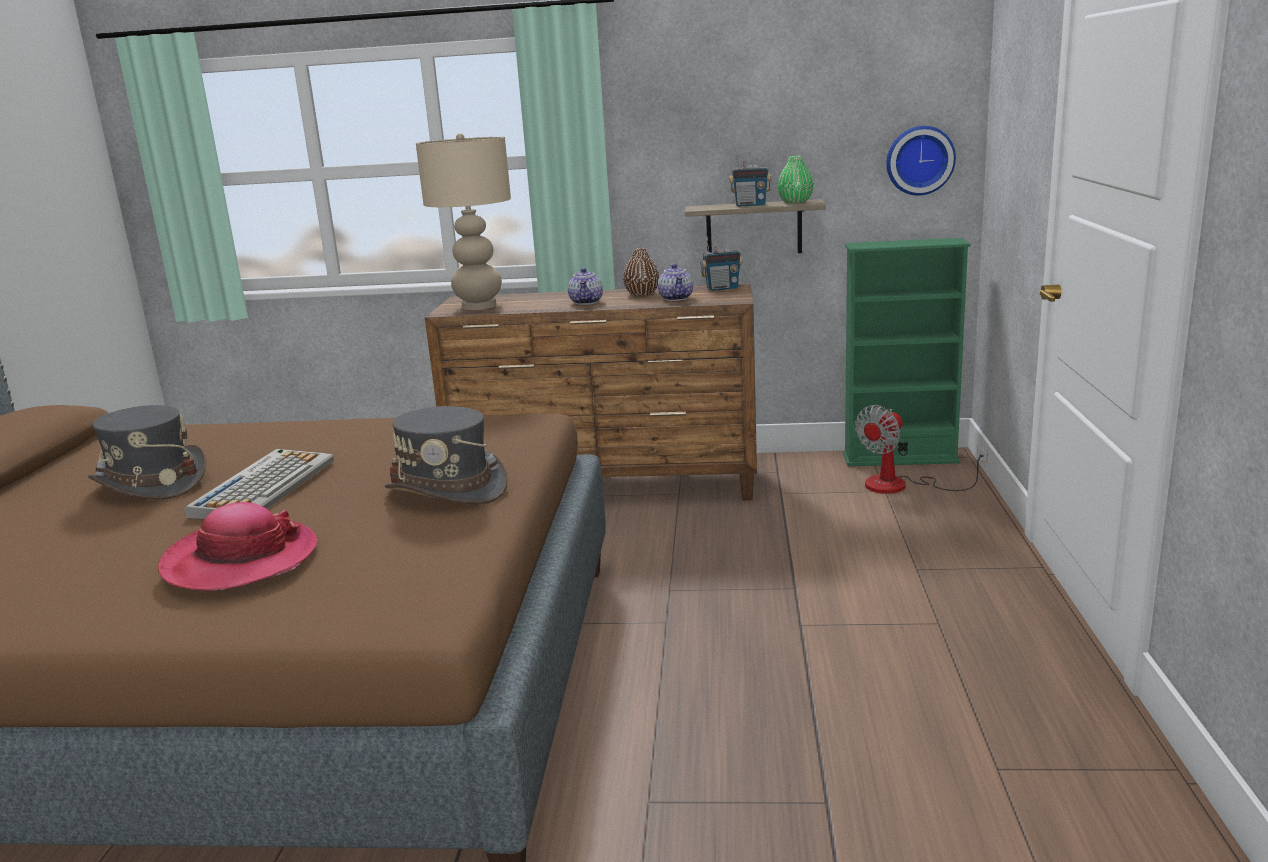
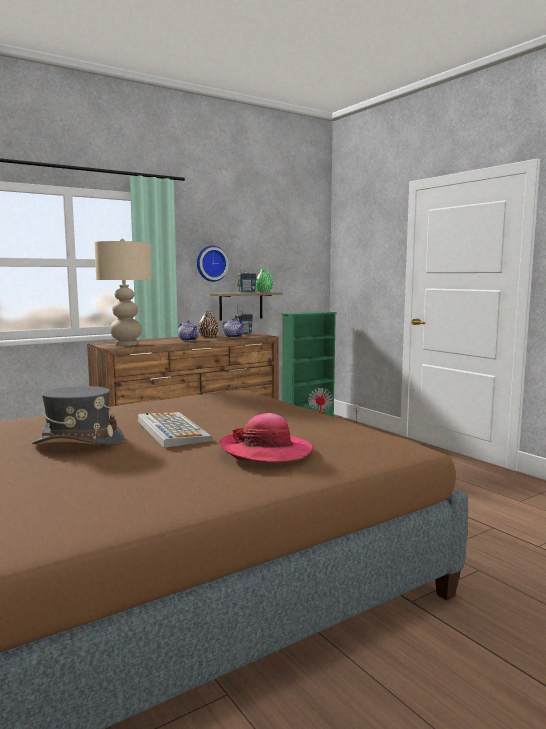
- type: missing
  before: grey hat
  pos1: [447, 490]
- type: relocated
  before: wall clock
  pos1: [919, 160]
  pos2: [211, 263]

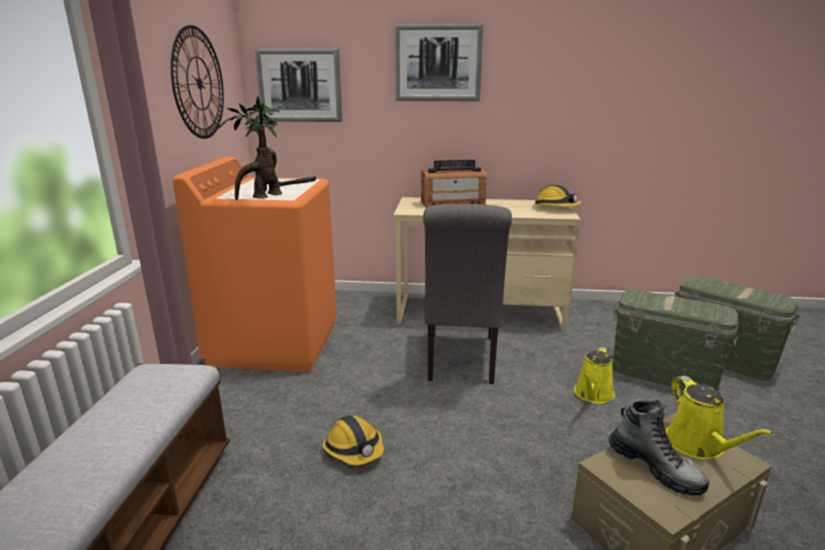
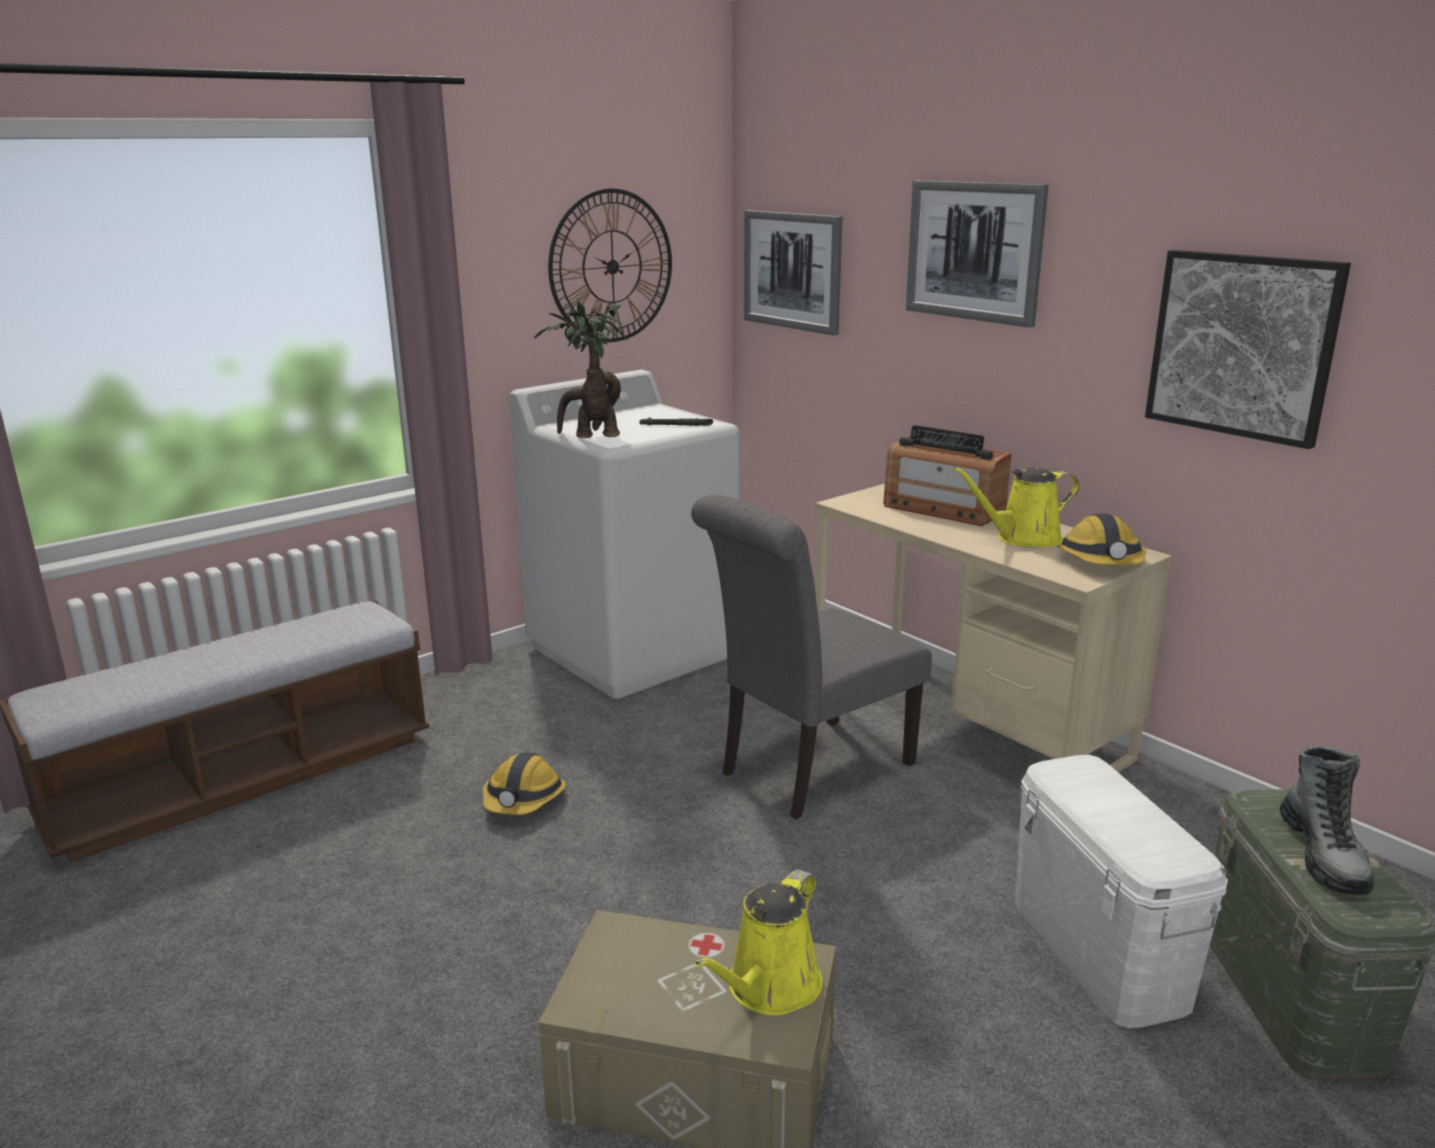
- type: appeared
  after: picture
  pos2: [1242, 345]
- type: relocated
  before: yellow watering can
  pos1: [593, 394]
  pos2: [1023, 539]
- type: relocated
  before: boot
  pos1: [654, 468]
  pos2: [1323, 855]
- type: colour
  before: orange washing machine
  after: white washing machine
  pos1: [275, 342]
  pos2: [634, 650]
- type: colour
  before: green storage box
  after: white storage box
  pos1: [663, 374]
  pos2: [1097, 950]

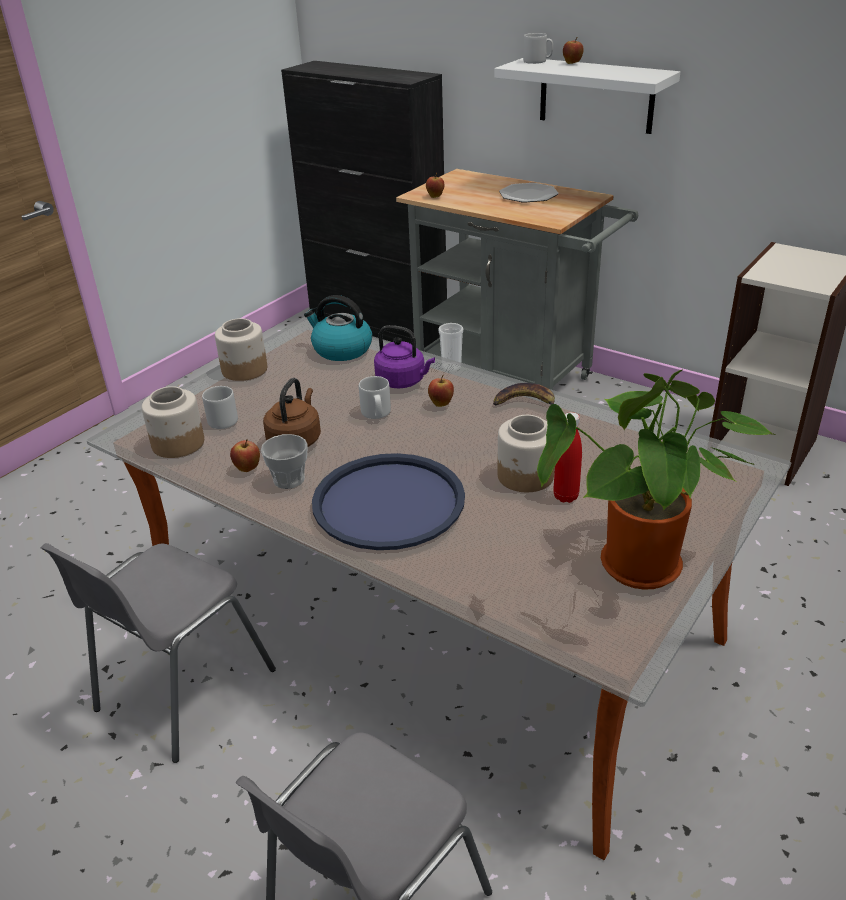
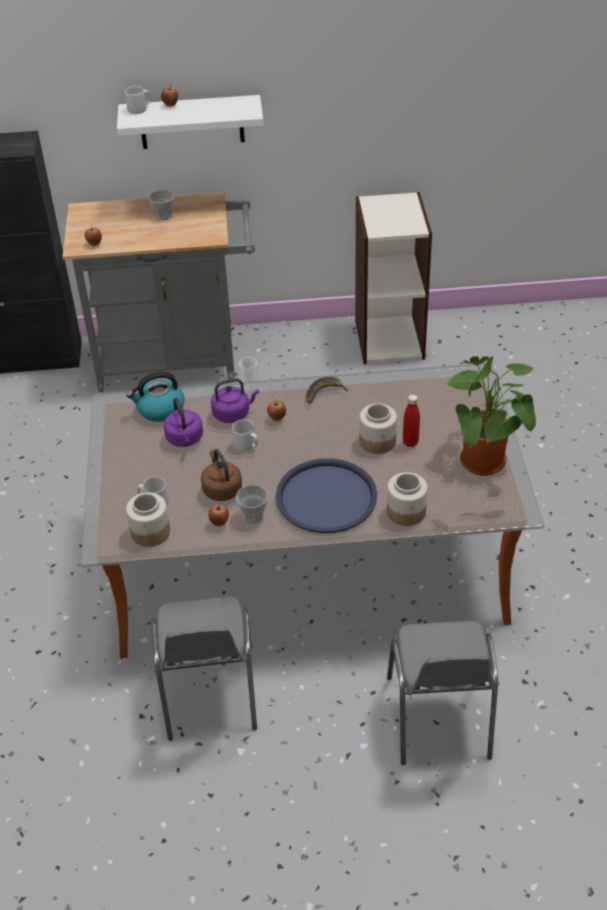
- type: appeared
  after: purple kettle
  pos2: [185, 439]
- type: relocated
  before: jar
  pos1: [244, 370]
  pos2: [406, 512]
- type: exchanged
  before: plate
  after: cup
  pos1: [528, 195]
  pos2: [164, 215]

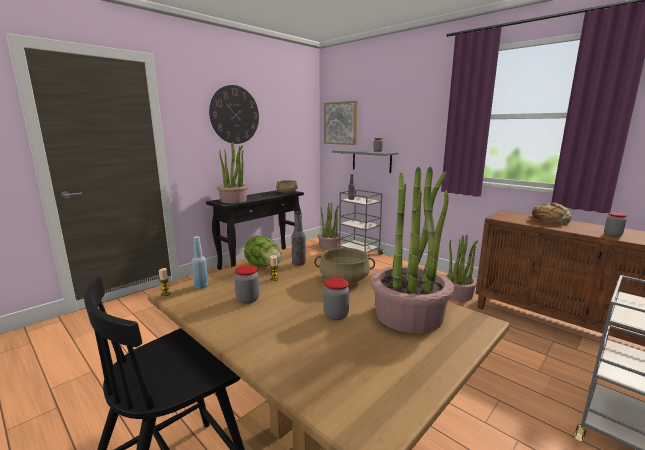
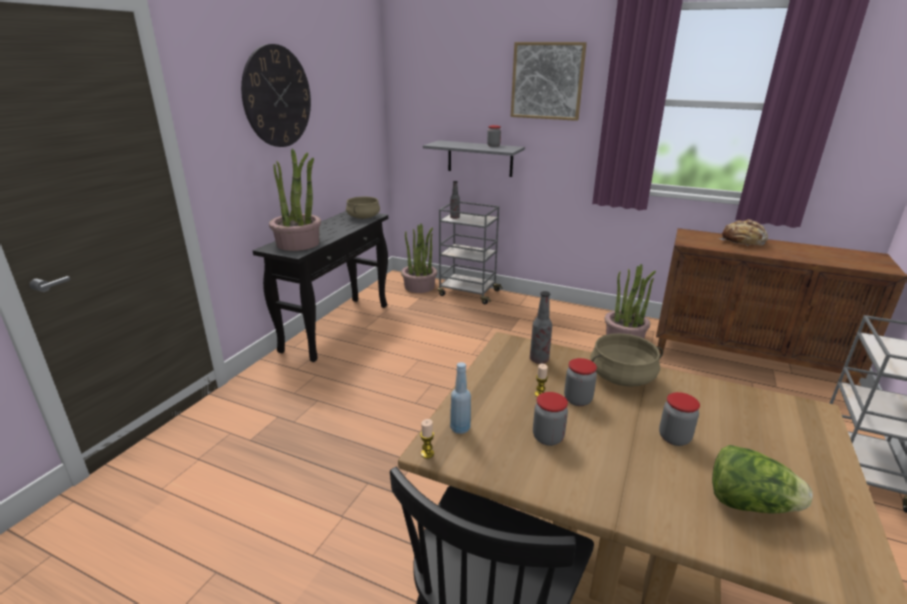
- type: missing
  before: potted plant
  pos1: [409, 314]
- type: relocated
  before: lettuce
  pos1: [264, 265]
  pos2: [748, 503]
- type: relocated
  before: picture
  pos1: [340, 123]
  pos2: [547, 81]
- type: relocated
  before: jar
  pos1: [612, 235]
  pos2: [578, 399]

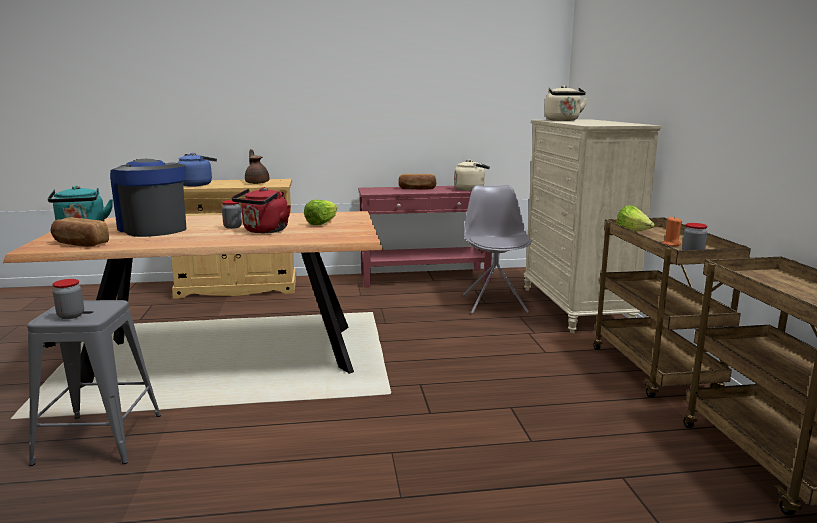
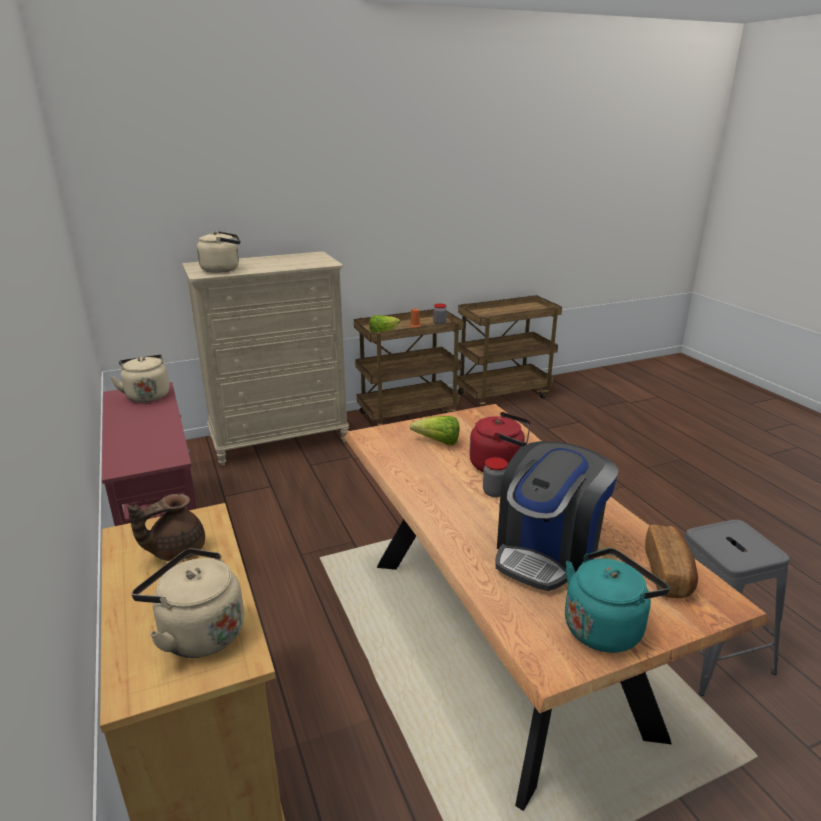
- type: missing
  before: jar
  pos1: [71, 316]
- type: missing
  before: bread
  pos1: [417, 189]
- type: missing
  before: grey chair
  pos1: [494, 303]
- type: colour
  before: blue kettle
  after: beige kettle
  pos1: [197, 184]
  pos2: [198, 633]

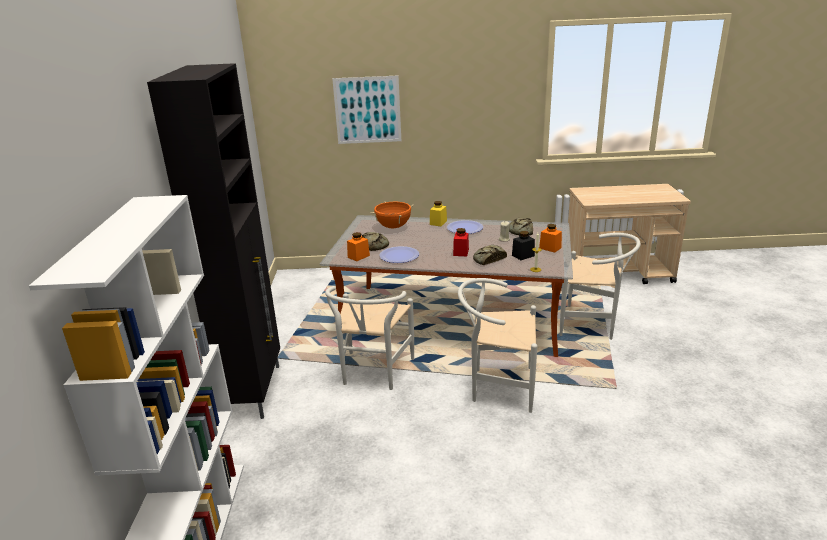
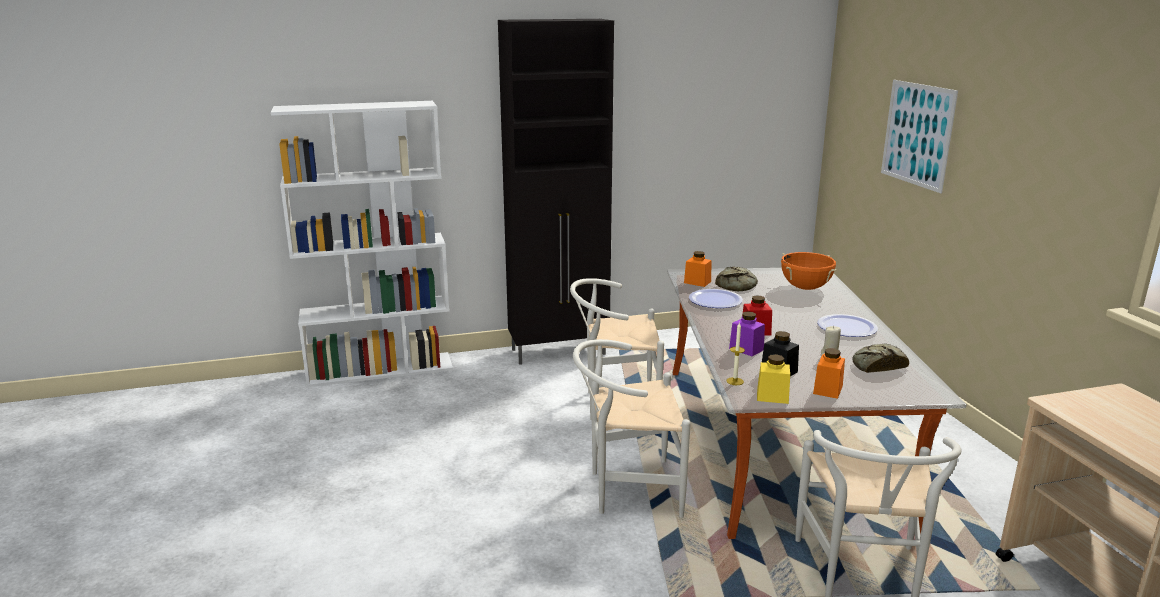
- type: relocated
  before: yellow jar
  pos1: [438, 223]
  pos2: [772, 396]
- type: exchanged
  before: bread
  after: purple jar
  pos1: [488, 259]
  pos2: [746, 349]
- type: spun
  before: white chair
  pos1: [497, 386]
  pos2: [627, 490]
  turn: -90

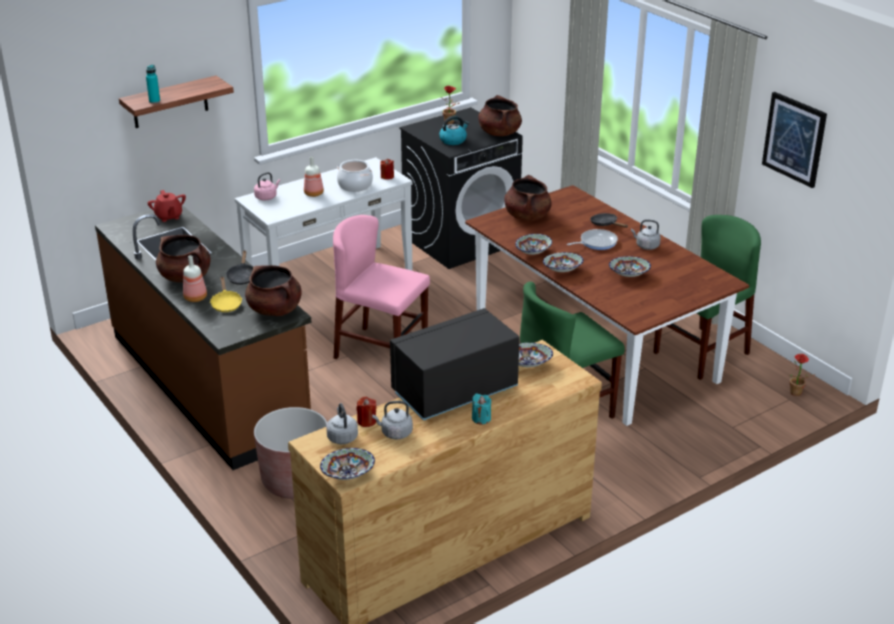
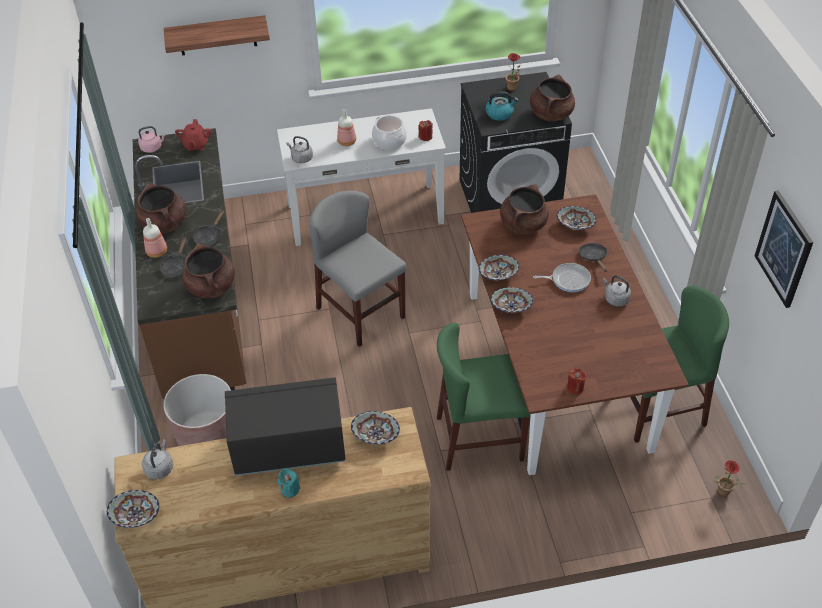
- type: missing
  before: turquoise bottle
  pos1: [154, 101]
- type: relocated
  before: pink kettle
  pos1: [267, 197]
  pos2: [152, 147]
- type: relocated
  before: red candle
  pos1: [366, 421]
  pos2: [575, 387]
- type: relocated
  before: grey kettle
  pos1: [395, 433]
  pos2: [301, 158]
- type: relocated
  before: bowl
  pos1: [628, 275]
  pos2: [575, 225]
- type: colour
  before: yellow frying pan
  after: black frying pan
  pos1: [226, 304]
  pos2: [176, 267]
- type: colour
  before: pink chair
  after: grey chair
  pos1: [381, 351]
  pos2: [361, 313]

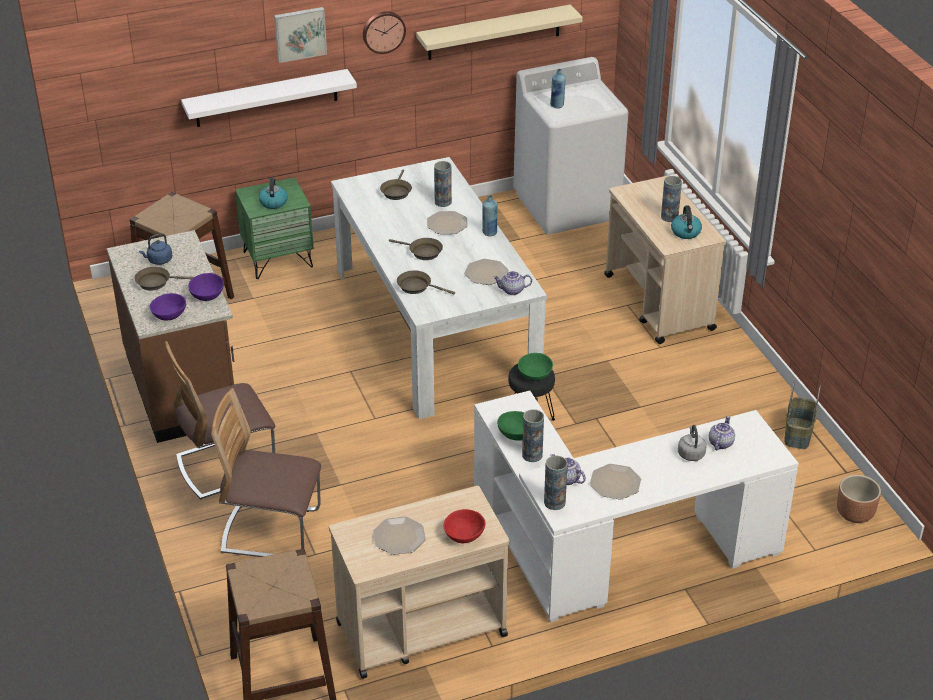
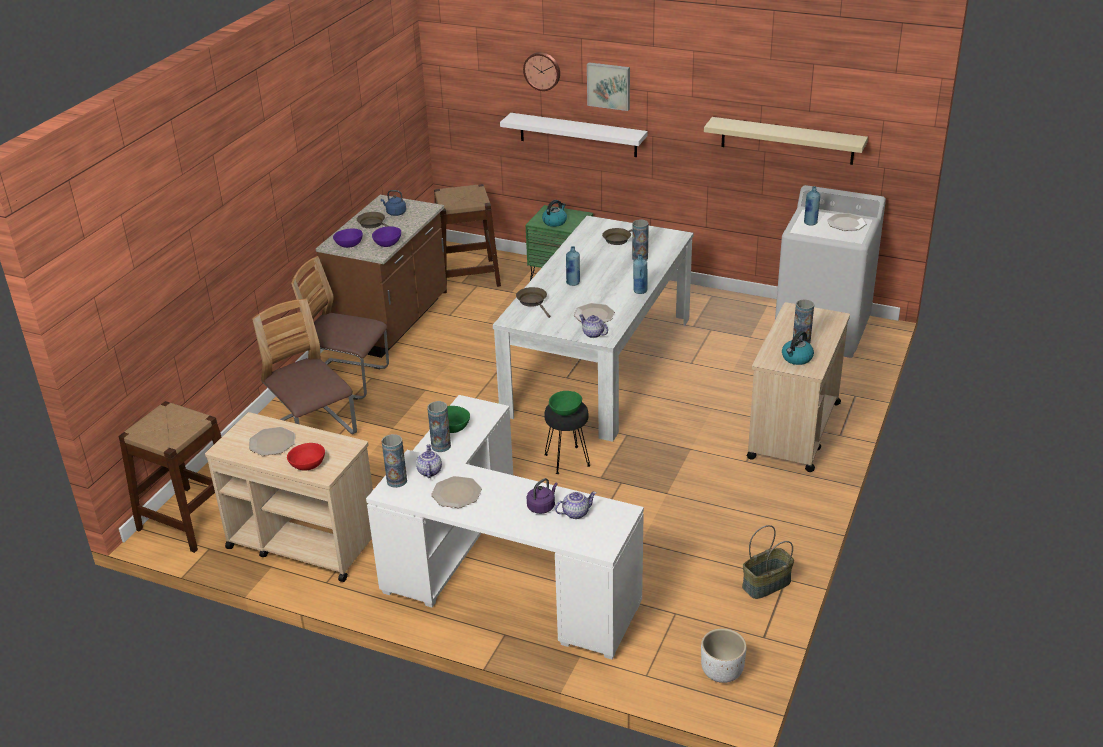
- type: relocated
  before: wall clock
  pos1: [383, 31]
  pos2: [542, 71]
- type: relocated
  before: plate
  pos1: [447, 224]
  pos2: [846, 223]
- type: exchanged
  before: brown frying pan
  after: blue bottle
  pos1: [423, 252]
  pos2: [573, 283]
- type: colour
  before: grey kettle
  after: purple kettle
  pos1: [691, 453]
  pos2: [542, 506]
- type: colour
  before: brown planter
  after: white planter
  pos1: [854, 514]
  pos2: [721, 672]

